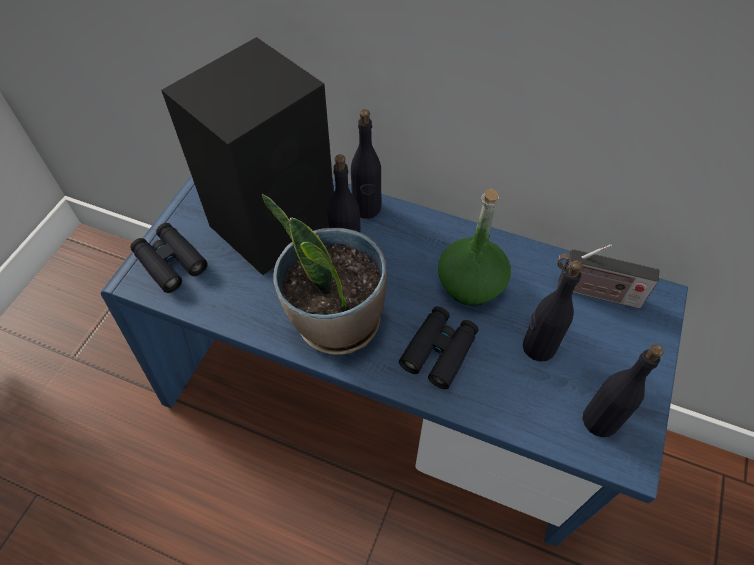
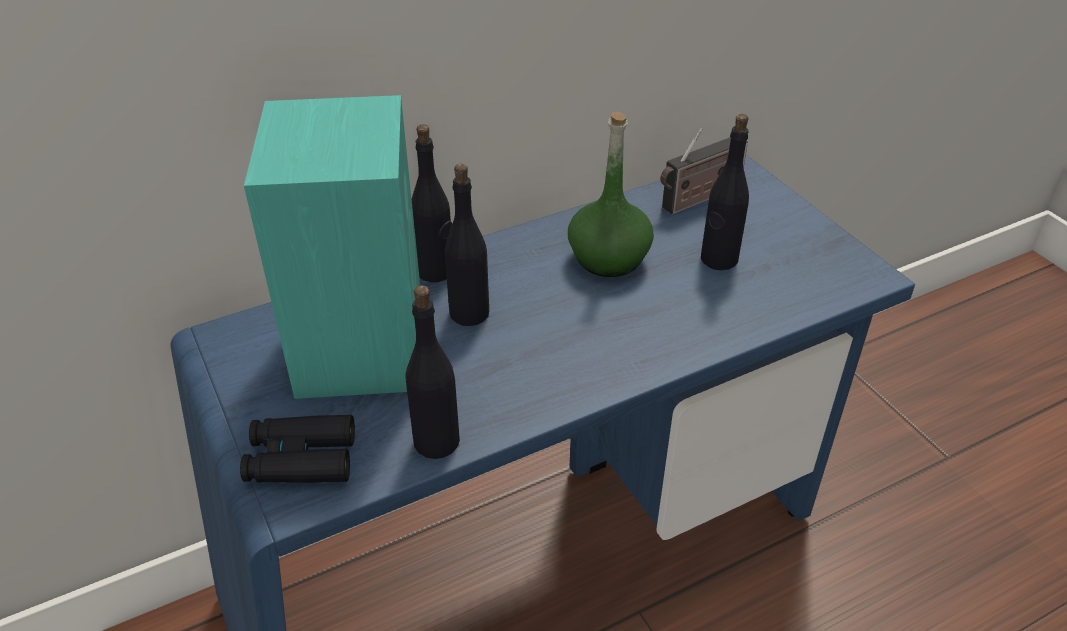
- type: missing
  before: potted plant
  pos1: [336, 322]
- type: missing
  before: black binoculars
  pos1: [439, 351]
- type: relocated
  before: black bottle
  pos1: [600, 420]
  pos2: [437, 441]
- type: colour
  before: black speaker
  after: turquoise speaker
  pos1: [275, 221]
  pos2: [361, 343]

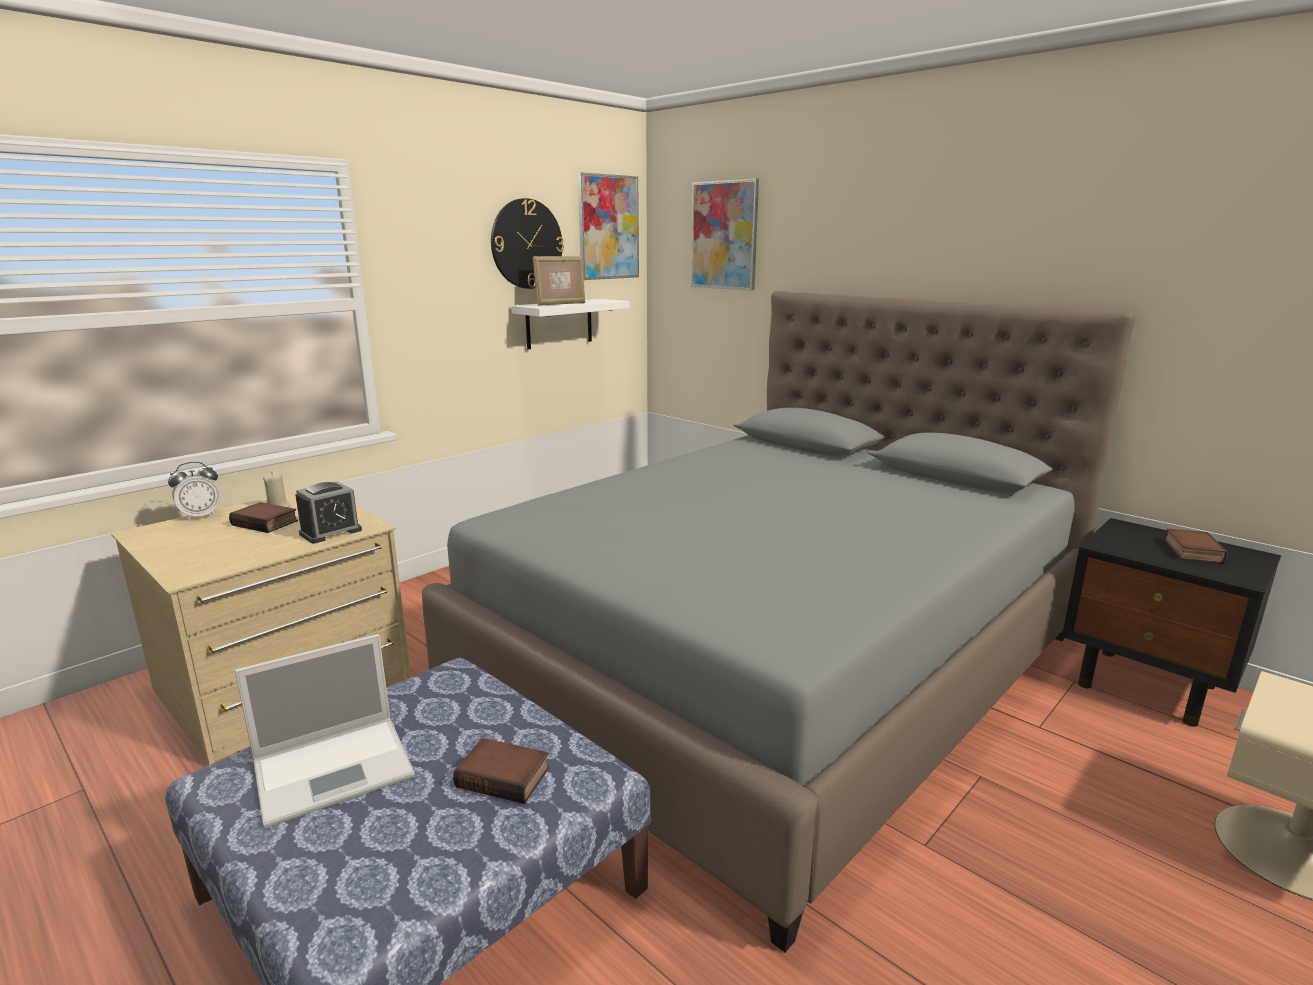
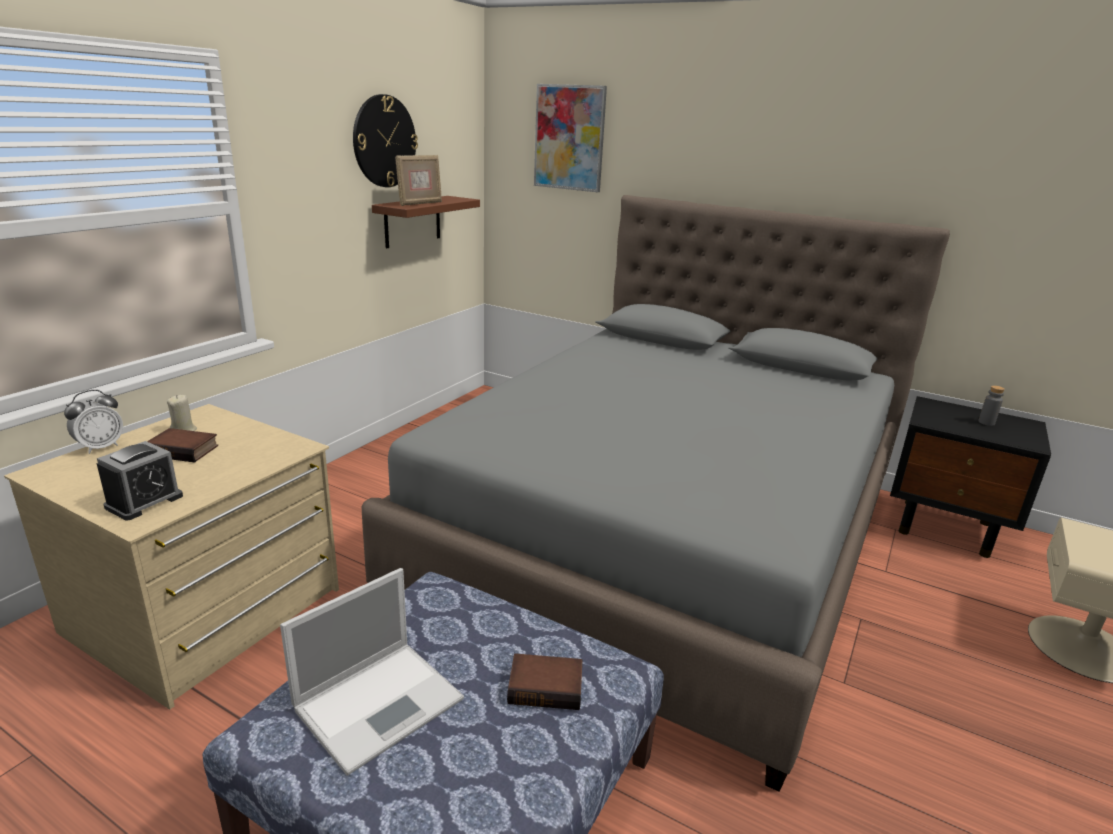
- type: missing
  before: picture
  pos1: [608, 227]
- type: relocated
  before: alarm clock
  pos1: [330, 532]
  pos2: [144, 501]
- type: exchanged
  before: book
  after: grey bottle
  pos1: [1190, 551]
  pos2: [986, 422]
- type: colour
  before: white shelf
  after: brown shelf
  pos1: [559, 323]
  pos2: [412, 221]

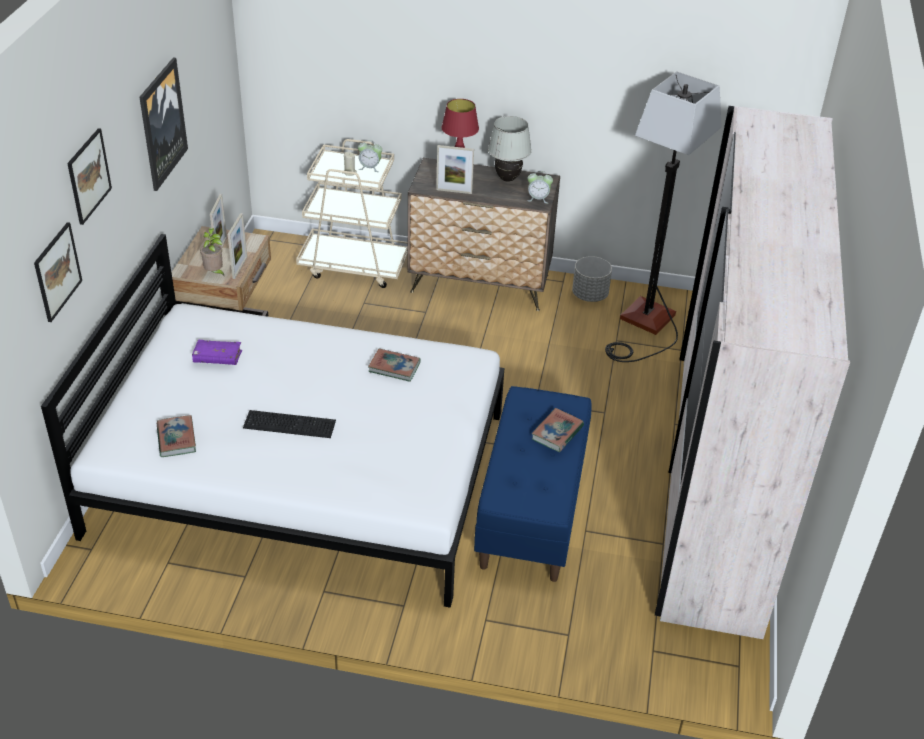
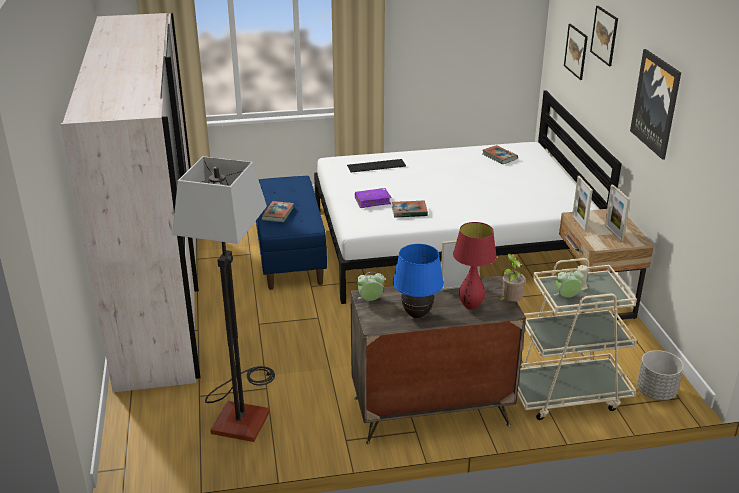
- type: relocated
  before: purple book
  pos1: [217, 358]
  pos2: [372, 201]
- type: relocated
  before: potted plant
  pos1: [214, 273]
  pos2: [509, 302]
- type: relocated
  before: keyboard
  pos1: [289, 423]
  pos2: [377, 166]
- type: relocated
  before: grey planter
  pos1: [589, 295]
  pos2: [656, 391]
- type: colour
  before: white table lamp
  after: blue table lamp
  pos1: [507, 178]
  pos2: [416, 315]

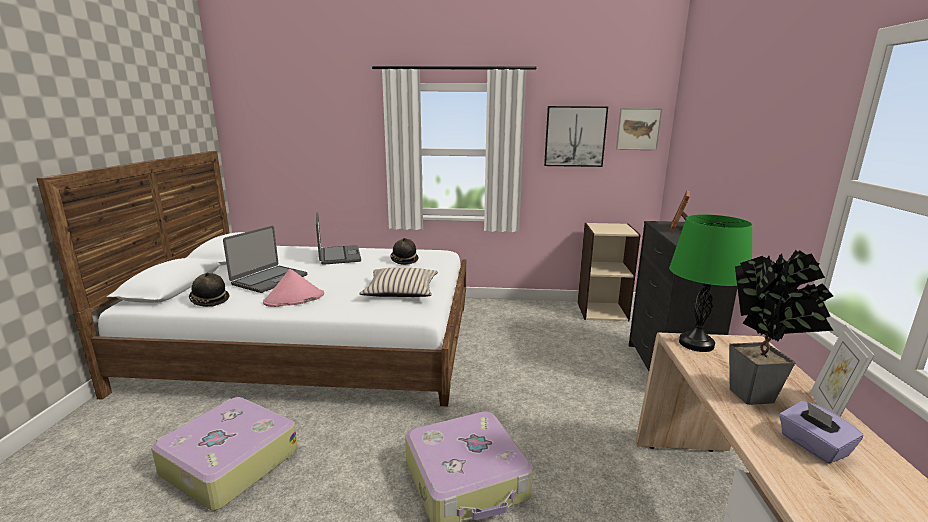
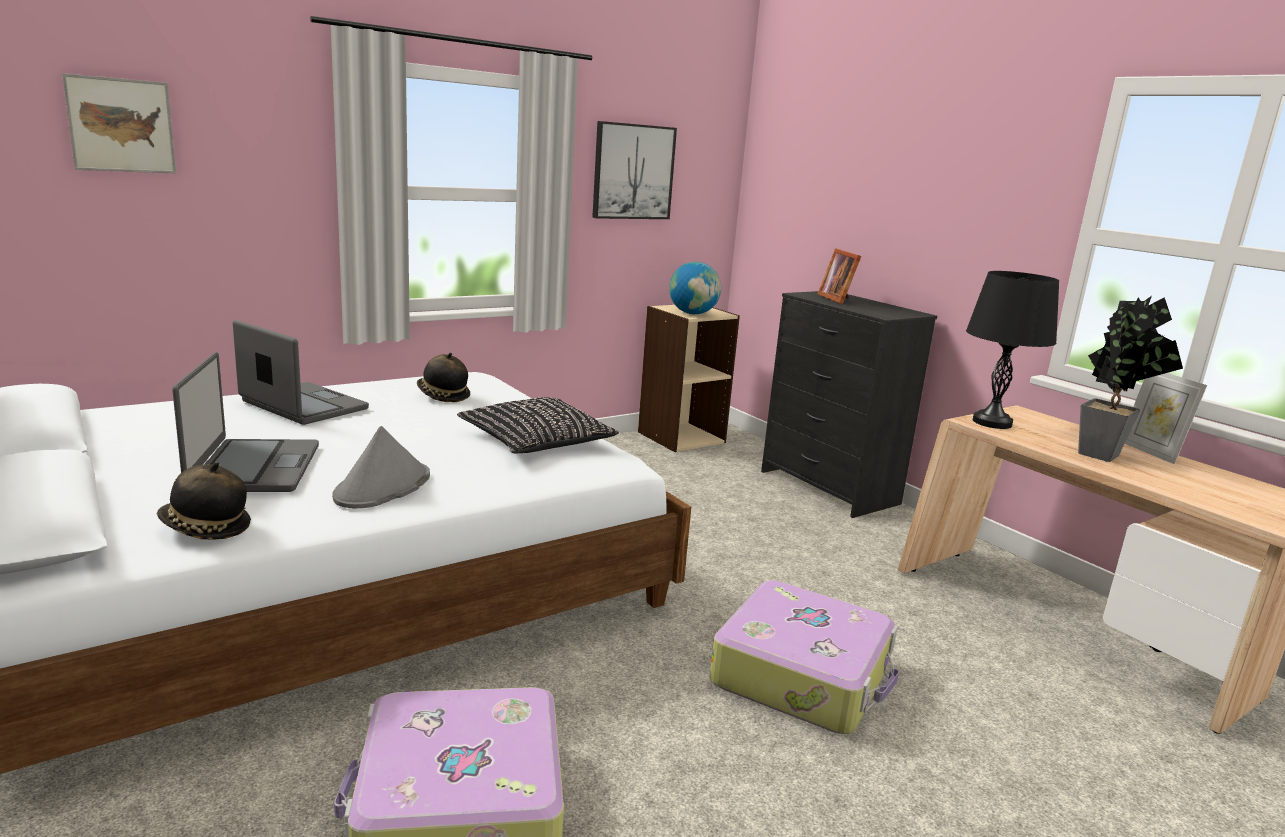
- type: missing
  before: purple tissue box
  pos1: [812, 446]
- type: appeared
  after: globe
  pos2: [692, 313]
- type: relocated
  before: picture
  pos1: [638, 129]
  pos2: [121, 125]
- type: colour
  before: pink hat
  after: grey hat
  pos1: [294, 299]
  pos2: [383, 487]
- type: colour
  before: beige pillow
  after: black pillow
  pos1: [401, 291]
  pos2: [537, 440]
- type: colour
  before: green table lamp
  after: black table lamp
  pos1: [696, 344]
  pos2: [992, 422]

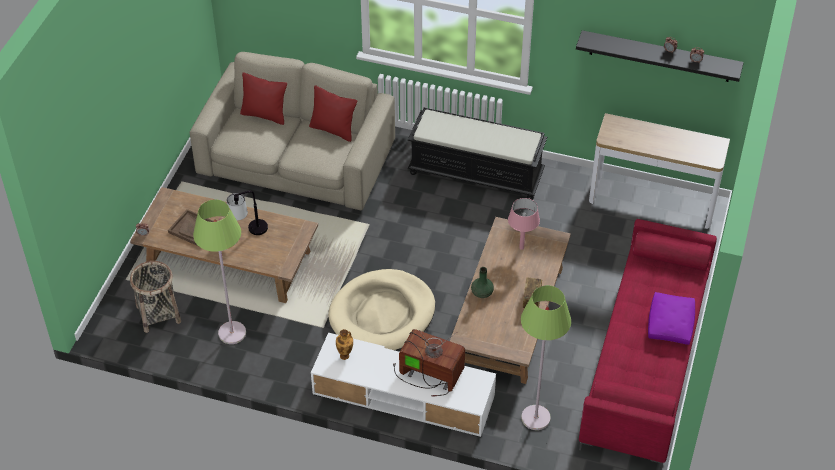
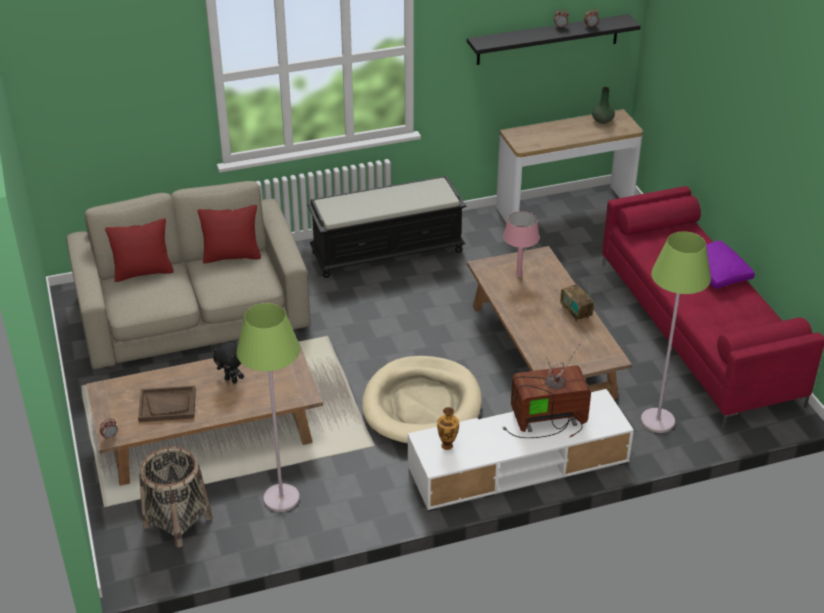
- type: relocated
  before: green vase
  pos1: [482, 293]
  pos2: [602, 121]
- type: exchanged
  before: table lamp
  after: black plush toy
  pos1: [249, 231]
  pos2: [231, 380]

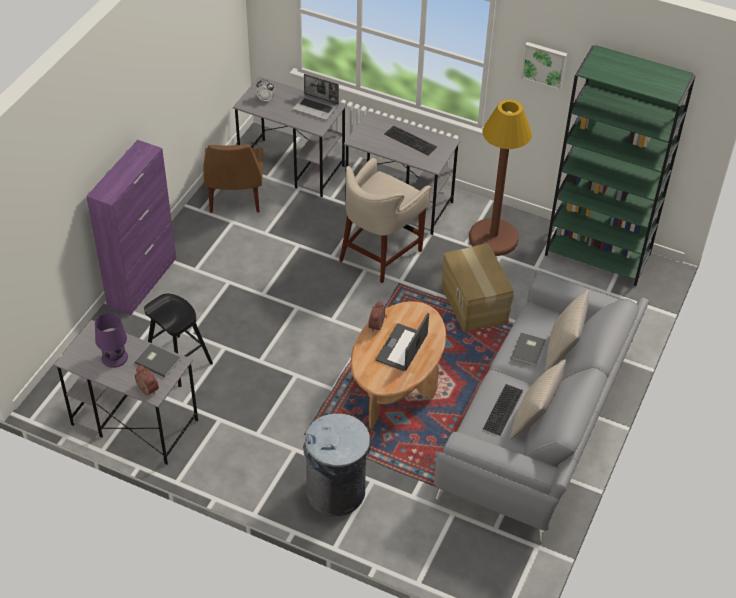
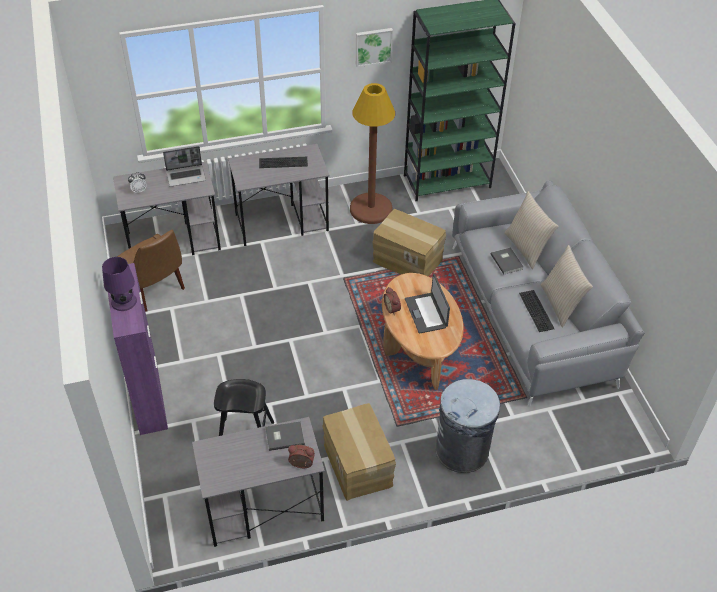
- type: missing
  before: beige stool
  pos1: [380, 254]
- type: appeared
  after: cardboard box
  pos2: [358, 465]
- type: relocated
  before: purple table lamp
  pos1: [114, 357]
  pos2: [123, 301]

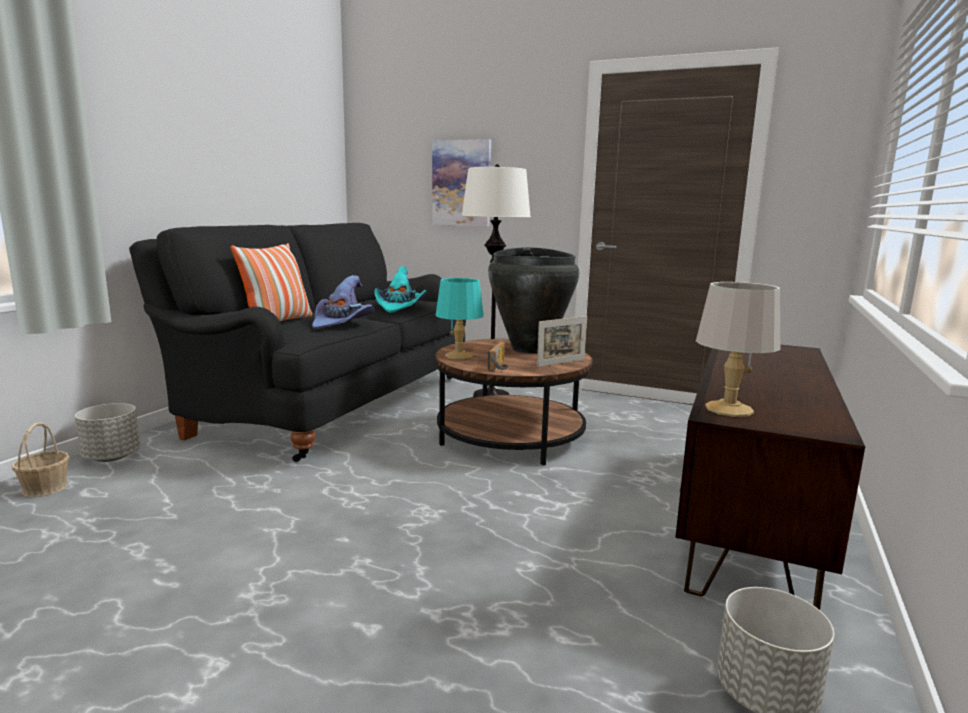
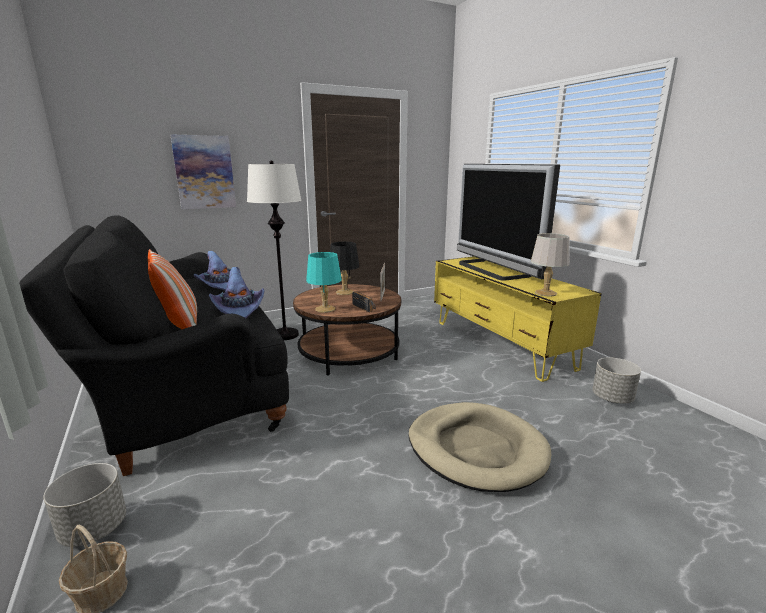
- type: appeared
  after: beige dog bed
  pos2: [476, 449]
- type: appeared
  after: television
  pos2: [491, 270]
- type: exchanged
  before: black vase
  after: black table lamp
  pos1: [530, 349]
  pos2: [344, 292]
- type: colour
  before: turquoise hat
  after: purple hat
  pos1: [399, 307]
  pos2: [220, 285]
- type: colour
  before: brown tv stand
  after: yellow tv stand
  pos1: [748, 518]
  pos2: [500, 344]

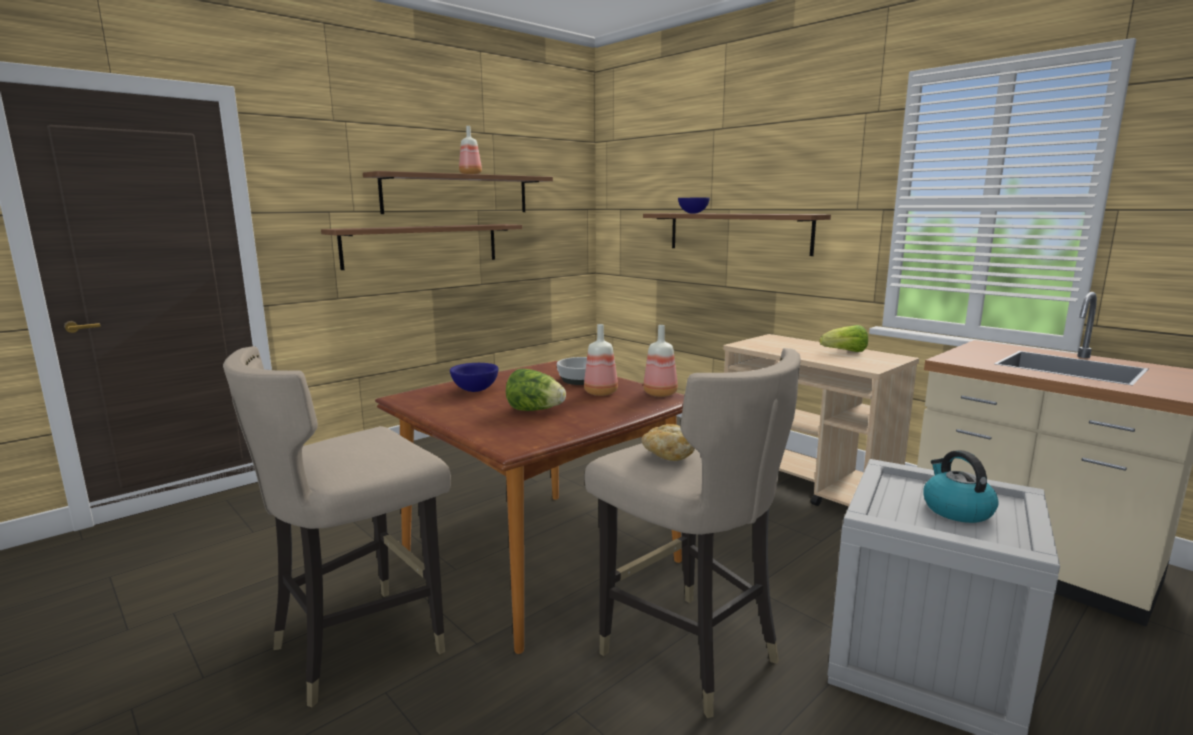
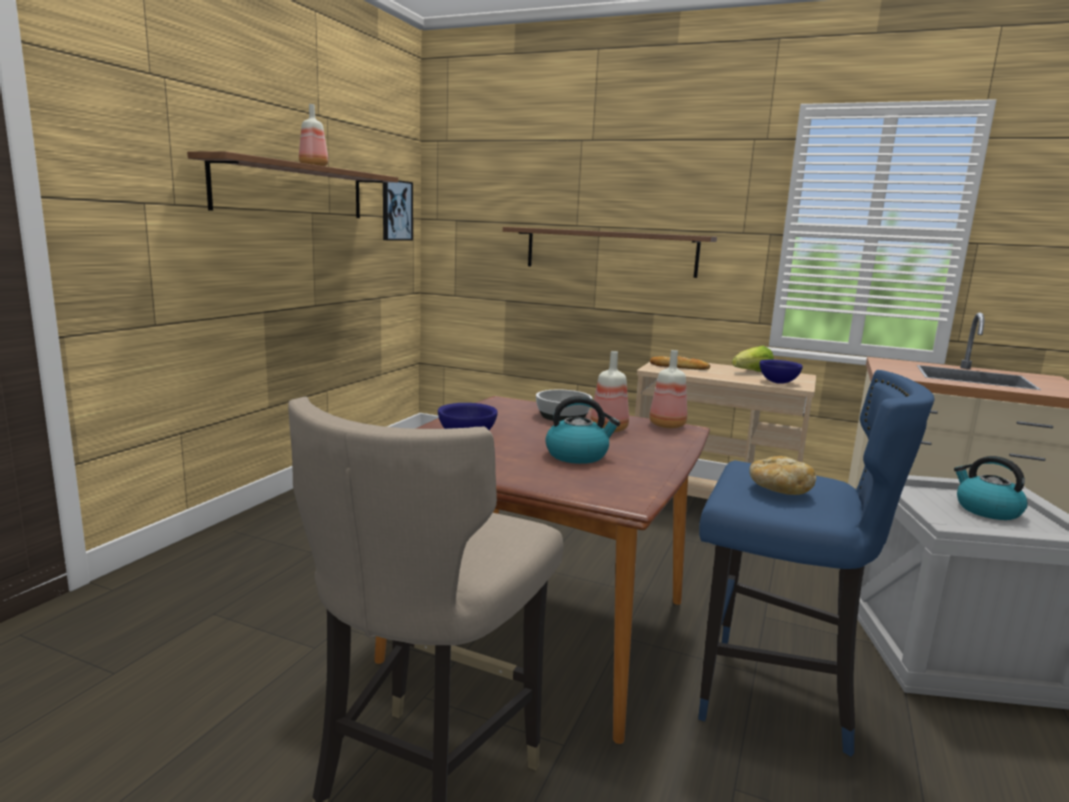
- type: missing
  before: shelf
  pos1: [422, 245]
- type: appeared
  after: picture
  pos2: [396, 210]
- type: appeared
  after: bread
  pos2: [679, 367]
- type: relocated
  before: blue bowl
  pos1: [693, 213]
  pos2: [778, 382]
- type: exchanged
  before: lettuce
  after: kettle
  pos1: [535, 410]
  pos2: [578, 455]
- type: colour
  before: beige stool
  after: blue stool
  pos1: [688, 652]
  pos2: [773, 695]

